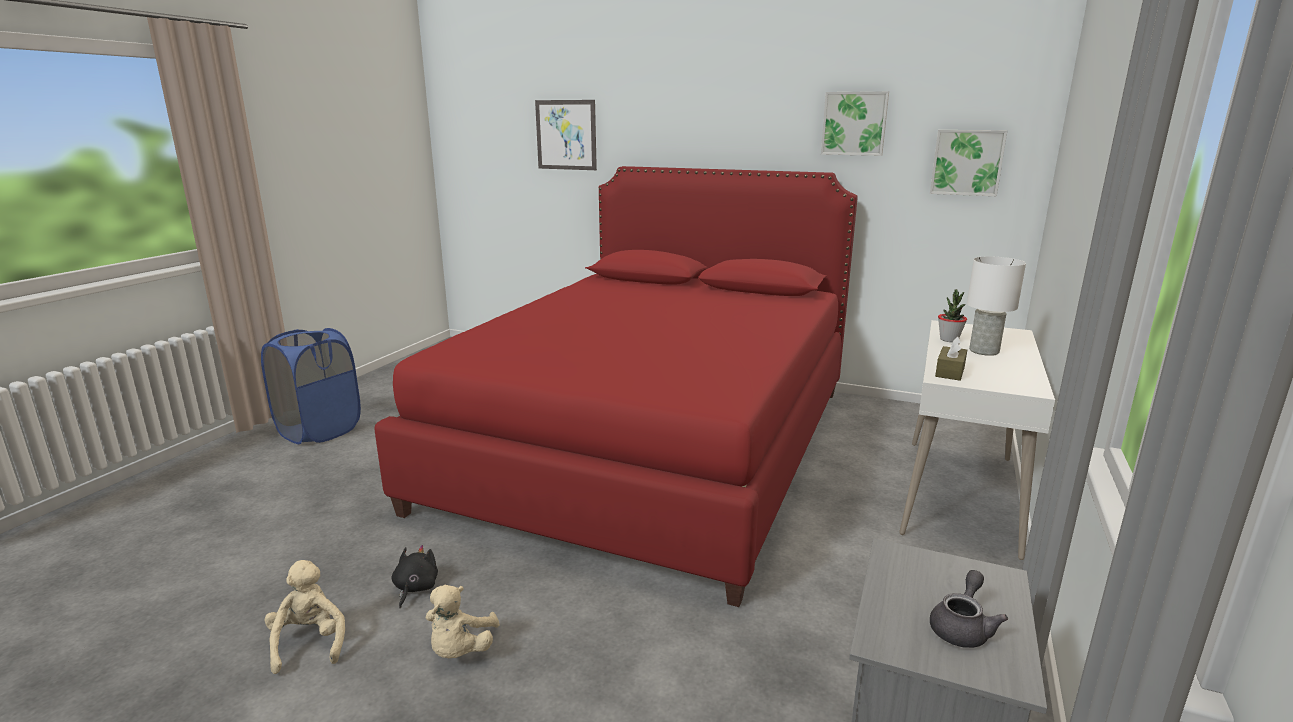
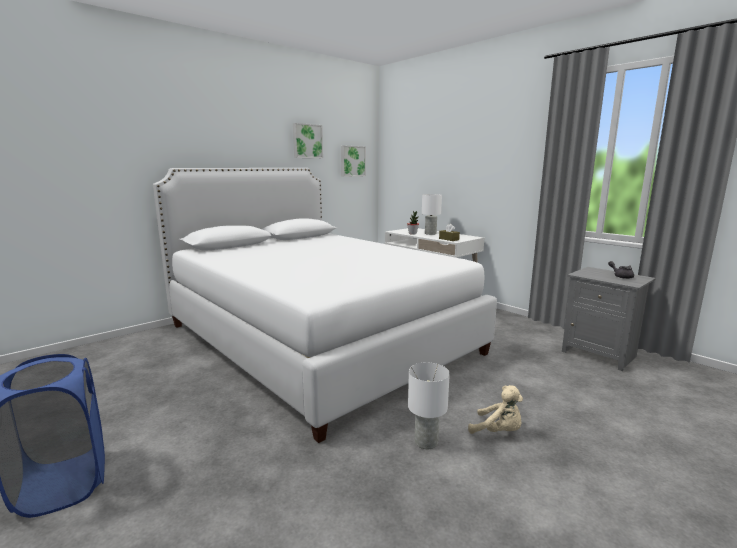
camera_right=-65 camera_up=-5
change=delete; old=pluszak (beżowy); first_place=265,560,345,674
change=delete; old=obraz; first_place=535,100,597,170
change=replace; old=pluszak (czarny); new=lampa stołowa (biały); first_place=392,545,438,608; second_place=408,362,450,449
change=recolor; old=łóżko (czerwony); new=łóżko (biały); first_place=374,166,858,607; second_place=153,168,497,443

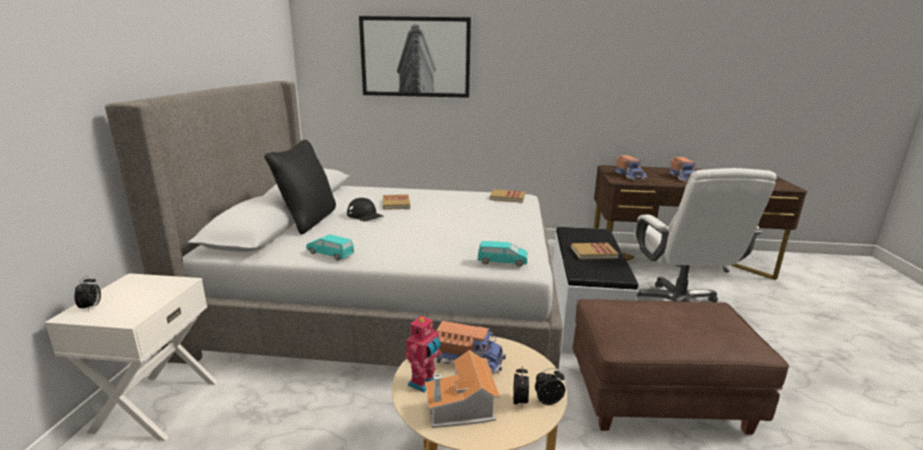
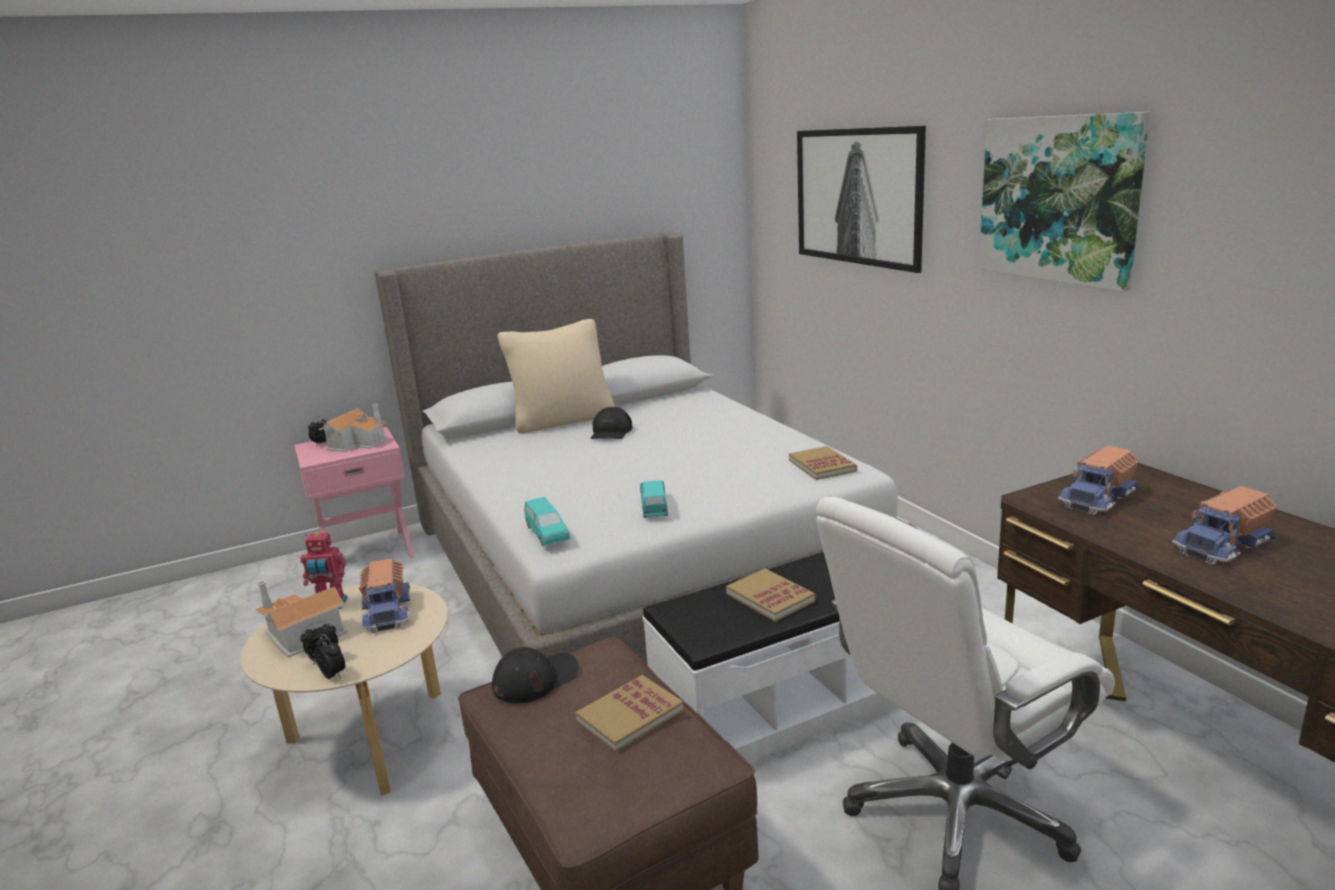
camera_right=60 camera_up=0
change=insert; new=domek; second_place=318,404,388,452
change=insert; new=czapka z daszkiem (czarny); second_place=492,647,579,704
change=insert; new=obraz; second_place=979,112,1150,291
change=move; old=samochodzik (turkusowy); first_place=306,234,354,261; second_place=640,480,668,518
change=move; old=książka; first_place=383,194,410,210; second_place=575,675,684,752
change=recolor; old=szafka nocna (biały); new=szafka nocna (różowy); first_place=45,273,218,441; second_place=294,427,414,558
change=recolor; old=poduszka (czarny); new=poduszka (beżowy); first_place=264,140,336,234; second_place=497,319,615,434

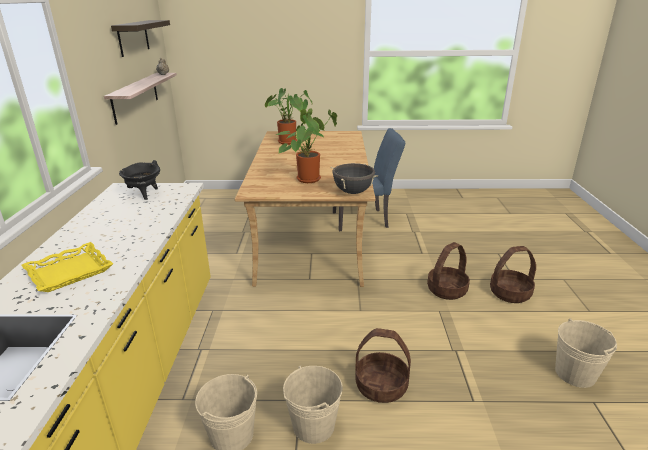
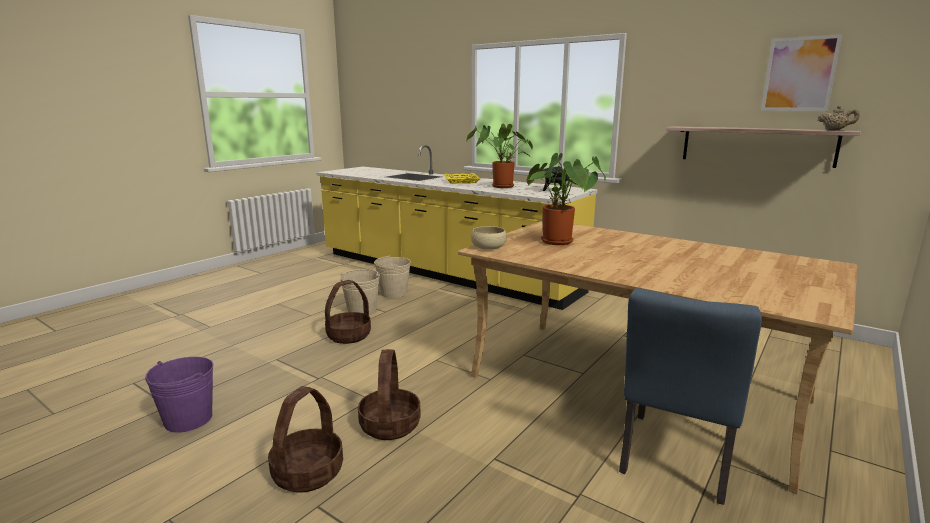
camera_right=125 camera_up=-10
change=move; old=roślina doniczkowa; first_place=265,88,312,145; second_place=466,124,533,188
change=replace; old=półka; new=obraz; first_place=111,20,170,57; second_place=761,34,842,111
change=replace; old=garnek (czarny); new=miska (beżowy); first_place=330,163,378,194; second_place=471,226,507,250
change=recolor; old=wiadro (beżowy); new=wiadro (fioletowy); first_place=555,318,617,388; second_place=145,357,213,433

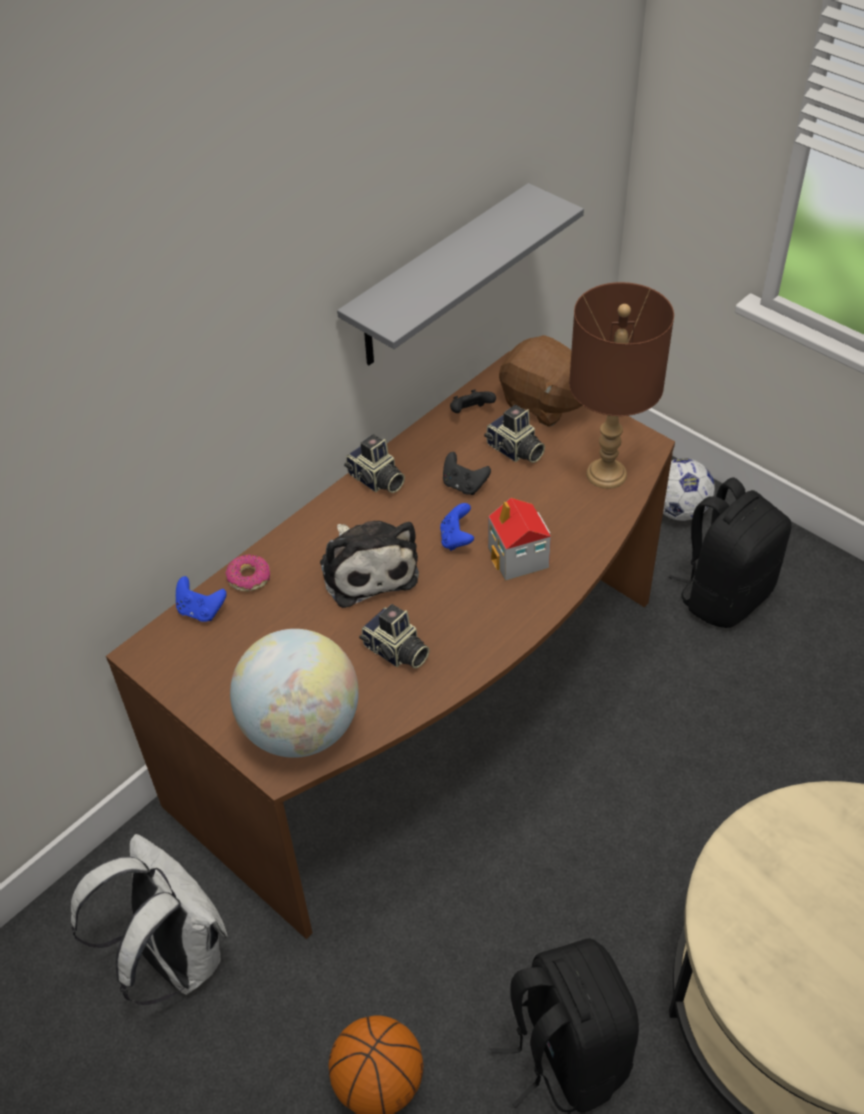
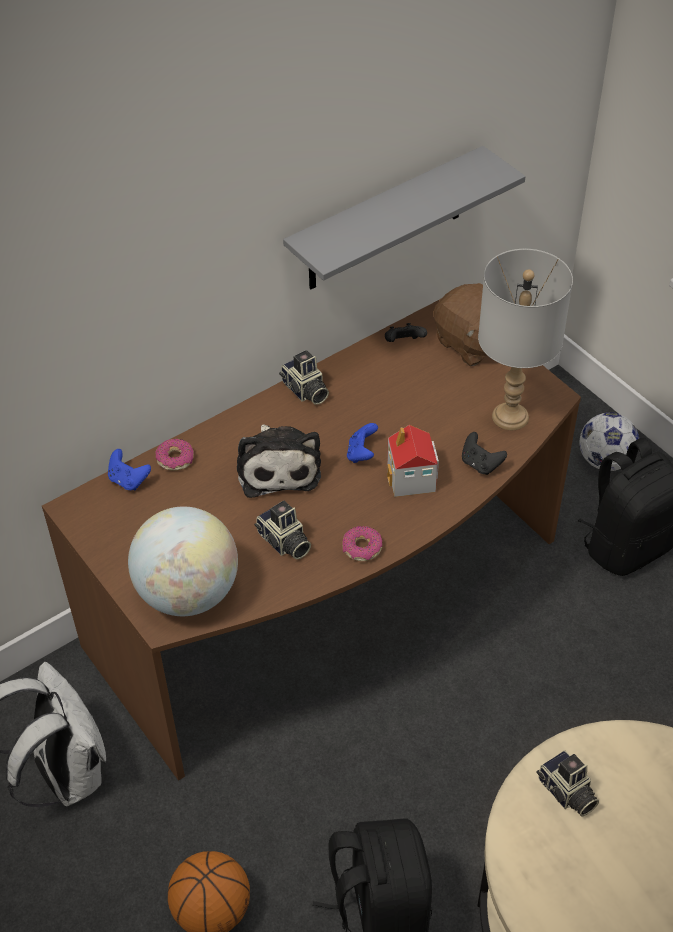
camera_right=10 camera_up=0
change=insert; new=donut; second_place=342,526,382,561
change=move; old=pad do gier (czarny); first_place=443,452,491,495; second_place=462,432,507,475
change=move; old=aparat fotograficzny; first_place=484,405,545,463; second_place=536,750,599,817
change=recolor; old=lampa stołowa (brązowy); new=lampa stołowa (szary); first_place=569,282,674,489; second_place=478,249,573,430

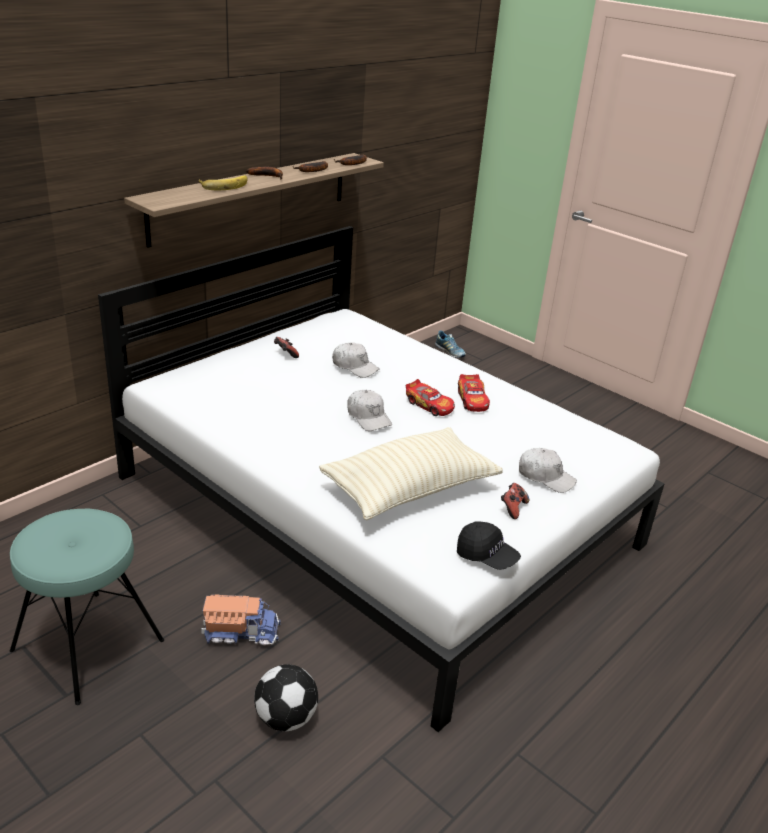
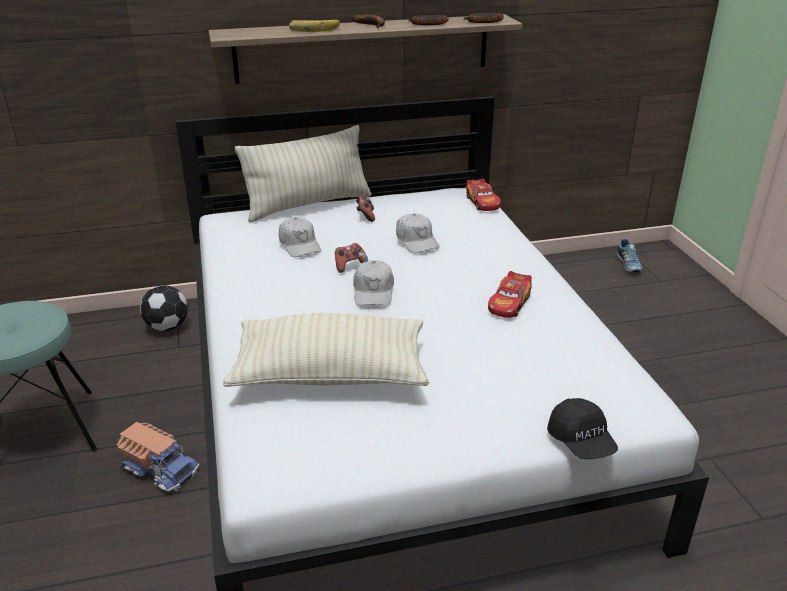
camera_right=35 camera_up=0
change=insert; new=poduszka (beżowy); second_place=235,125,372,222
change=move; old=piłka futbolowa; first_place=254,664,318,732; second_place=140,285,188,331
change=move; old=samochodzik; first_place=406,379,455,416; second_place=466,178,501,211
change=move; old=czapka z daszkiem (czarny); first_place=457,522,521,570; second_place=547,398,618,459
change=move; old=pad do gier; first_place=501,483,529,519; second_place=335,243,368,273
change=move; old=czapka z daszkiem (biały); first_place=519,448,577,493; second_place=279,217,321,257

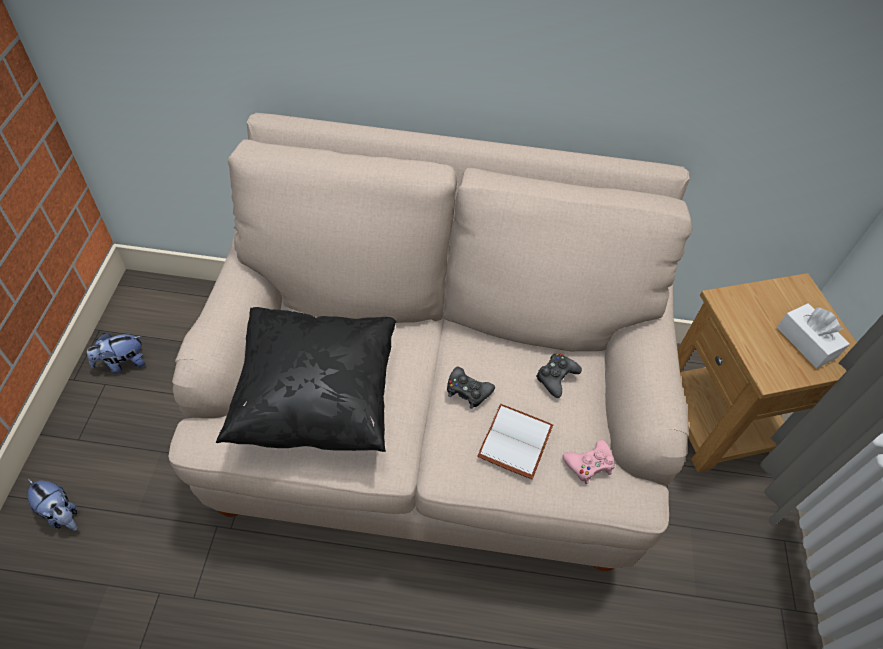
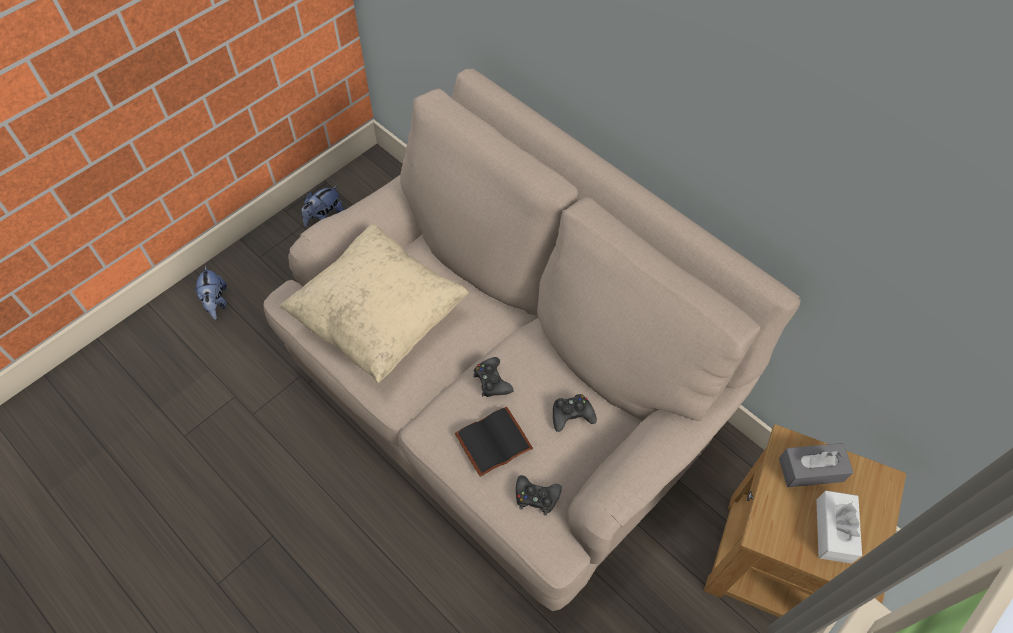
camera_right=40 camera_up=5
change=insert; new=pudełko chusteczek (szary); second_place=779,443,853,487
change=recolor; old=poduszka (czarny); new=poduszka (beżowy); first_place=216,307,396,452; second_place=279,223,469,383
change=recolor; old=książka (biały); new=książka (czarny); first_place=478,404,553,479; second_place=455,406,533,477
change=recolor; old=pad do gier (różowy); new=pad do gier (czarny); first_place=562,440,615,484; second_place=516,475,562,516
change=rotate; old=pluszak; first_place=87,333,145,373; second_place=301,185,344,227; degrees=-60

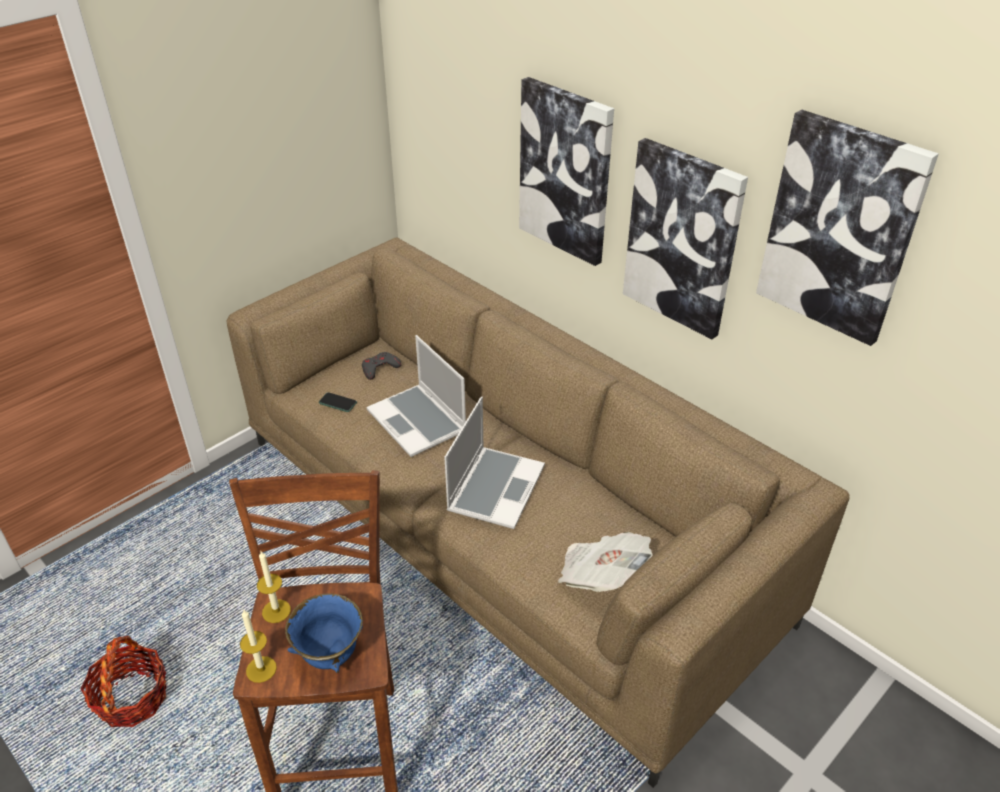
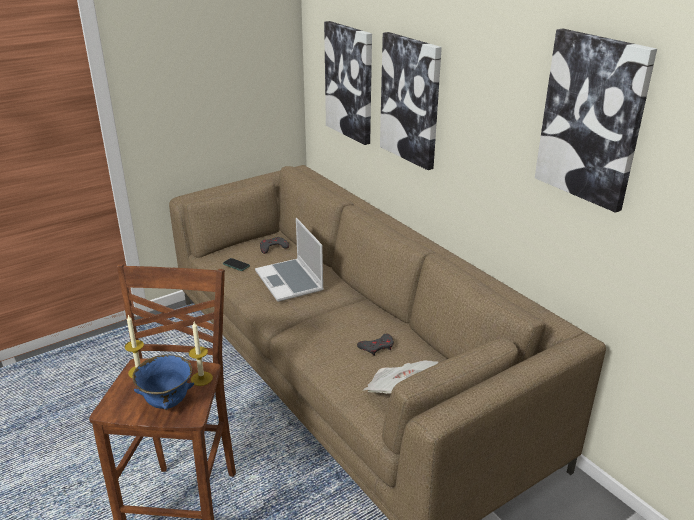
camera_right=10 camera_up=-10
change=delete; old=koszyk; first_place=81,636,167,727
change=delete; old=laptop; first_place=444,397,545,529
change=insert; new=pad do gier (szary); second_place=357,334,394,356
change=move; old=świeca; first_place=240,610,277,683; second_place=189,322,213,386
change=move; old=obraz; first_place=623,138,748,339; second_place=324,21,372,145

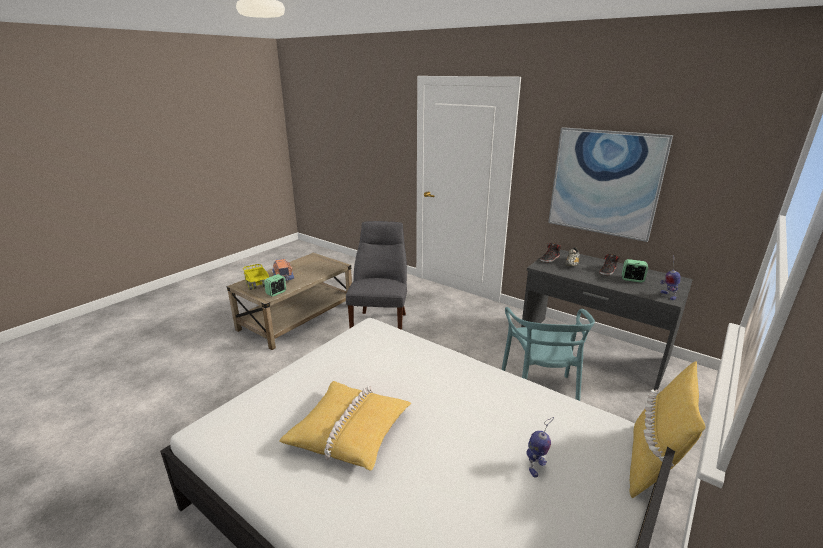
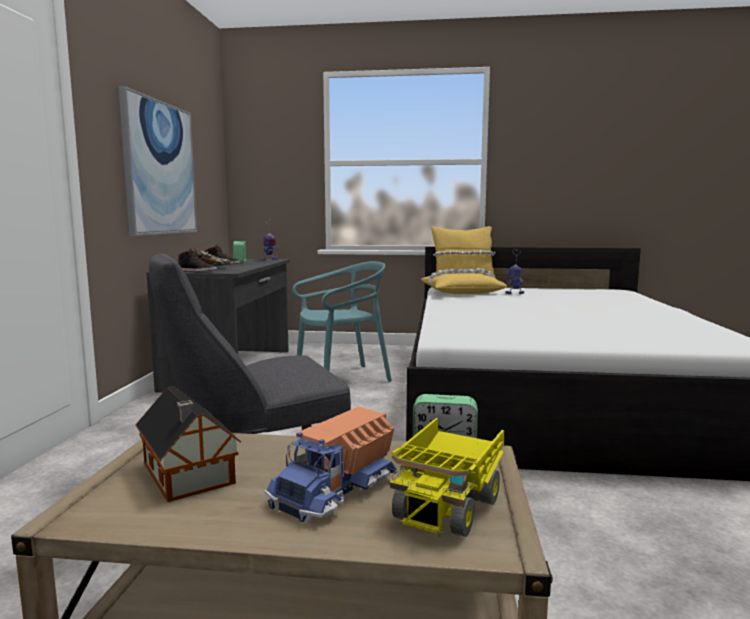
camera_right=-120 camera_up=-15
change=insert; new=domek; second_place=136,386,241,502
change=move; old=poduszka (żółty); first_place=279,381,411,471; second_place=421,268,507,294

